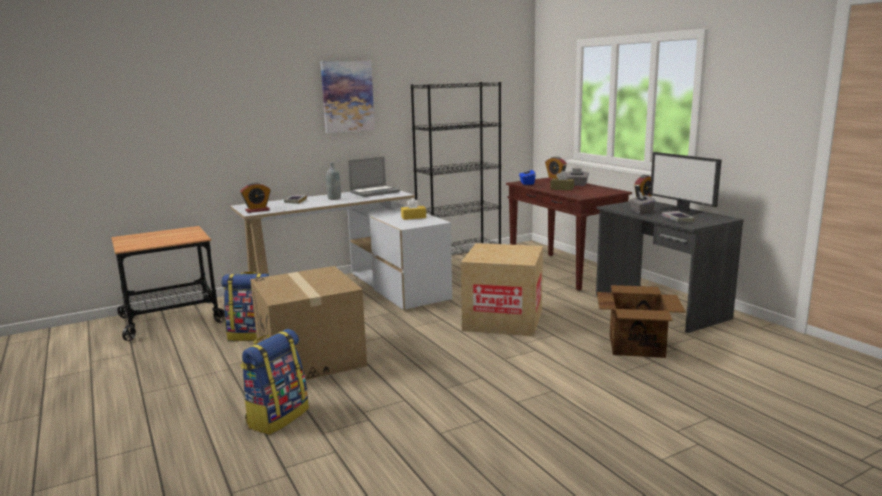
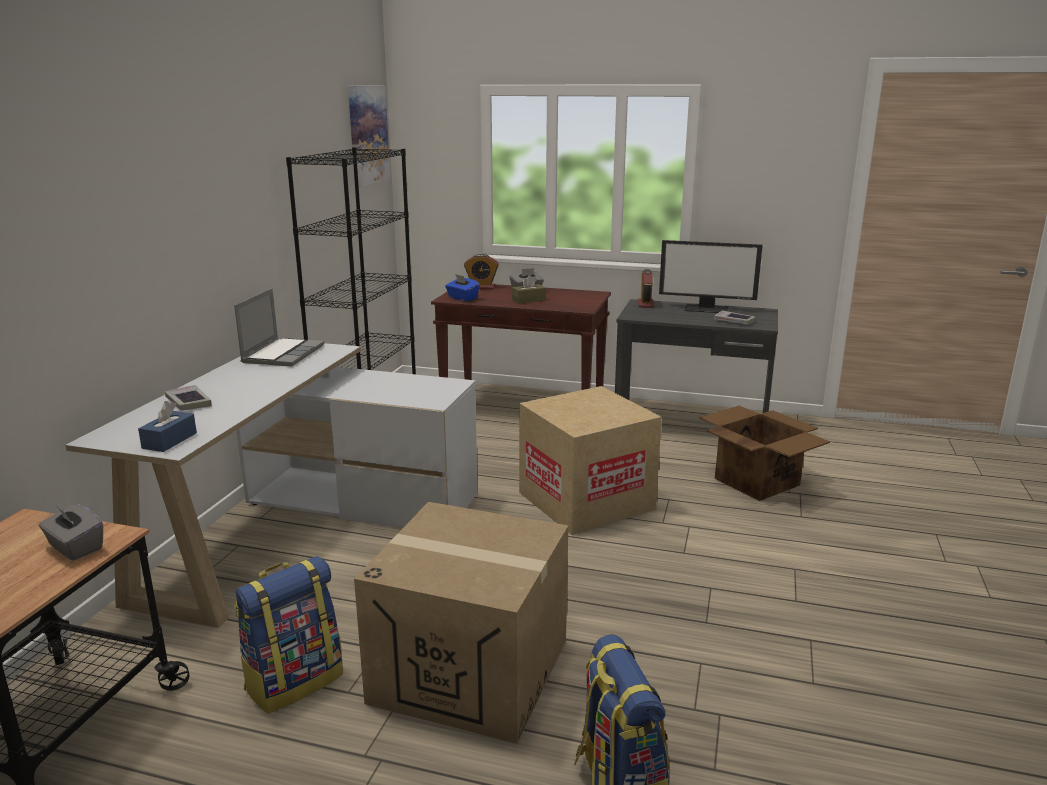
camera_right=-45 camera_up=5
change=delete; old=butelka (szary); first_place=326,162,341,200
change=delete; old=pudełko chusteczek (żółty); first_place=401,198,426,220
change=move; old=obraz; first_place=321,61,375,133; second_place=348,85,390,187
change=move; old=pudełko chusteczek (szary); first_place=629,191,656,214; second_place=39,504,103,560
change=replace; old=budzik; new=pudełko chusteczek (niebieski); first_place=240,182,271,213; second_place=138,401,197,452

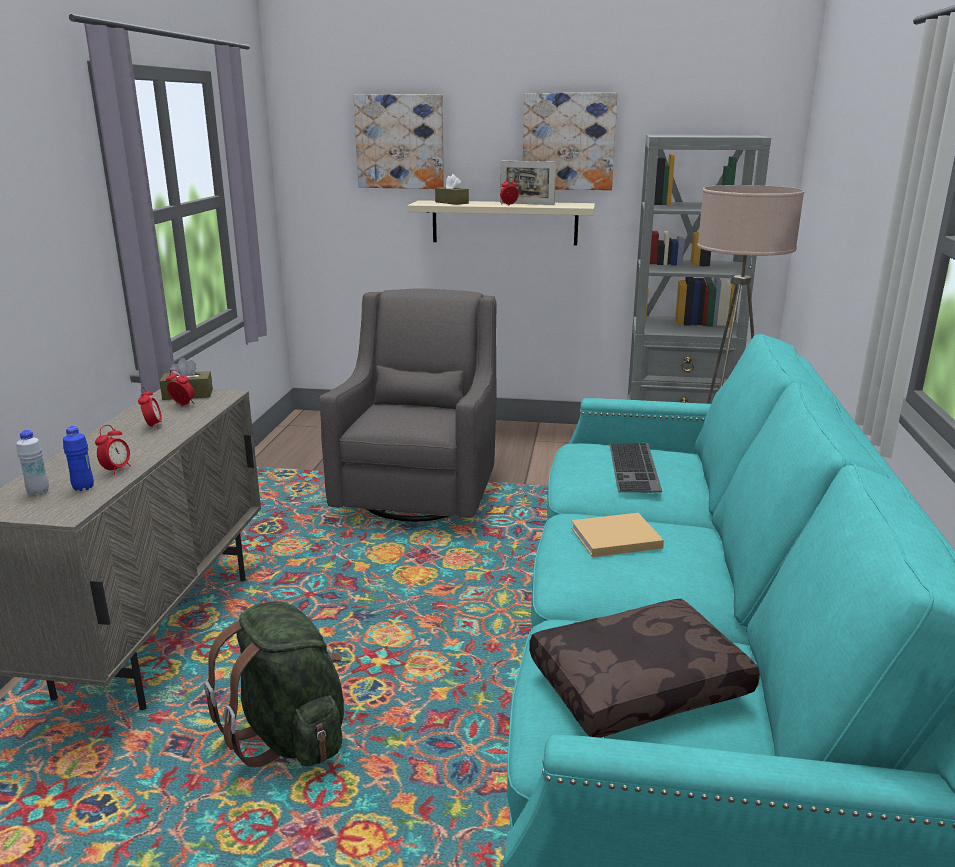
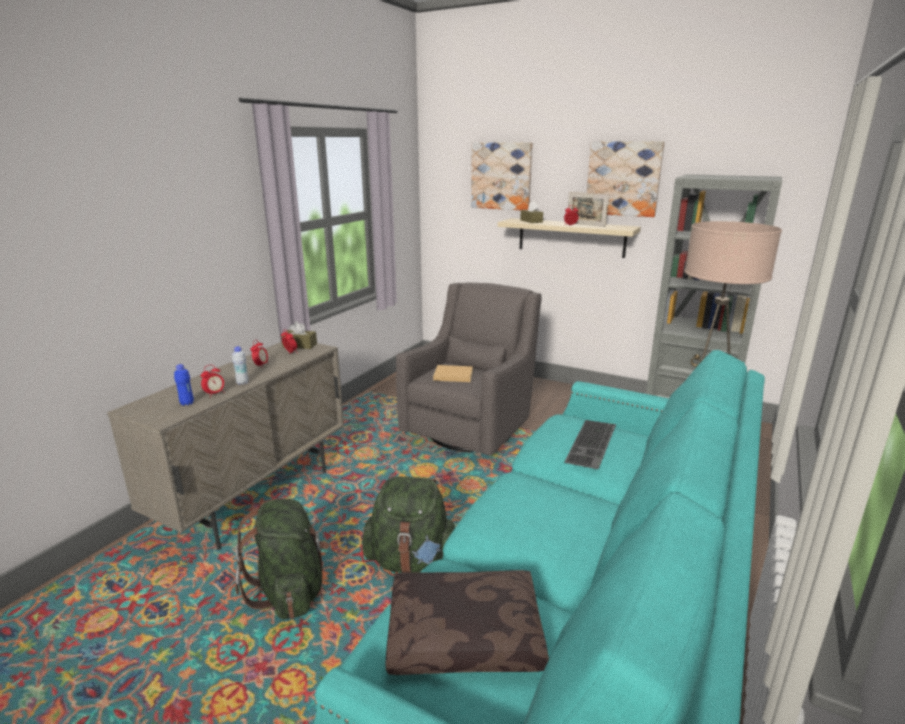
camera_right=20 camera_up=0
change=insert; new=plecak (zielony); second_place=362,476,455,573
change=move; old=butelka (biały); first_place=16,430,49,496; second_place=232,346,249,385
change=move; old=książka (beżowy); first_place=571,513,664,557; second_place=433,365,473,382

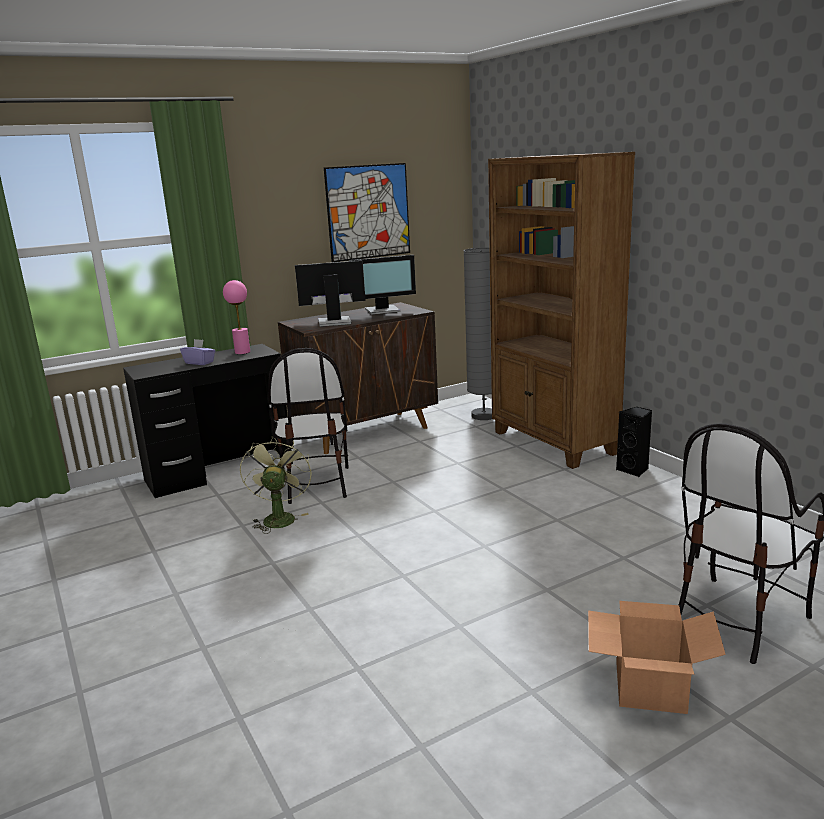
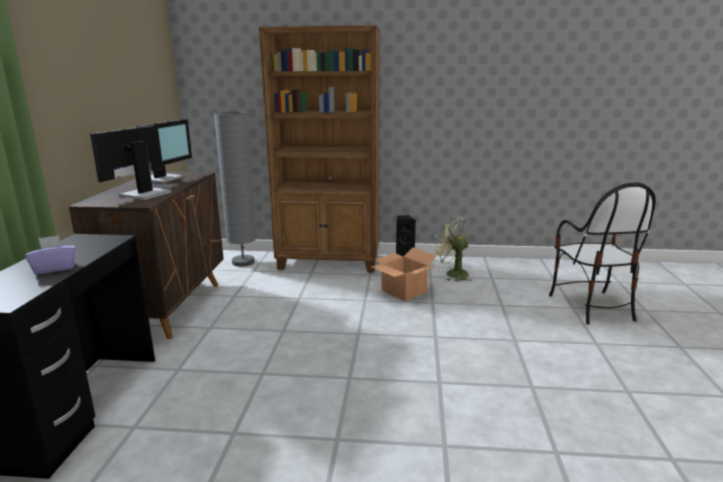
camera_right=-55 camera_up=0
change=delete; old=lampa stołowa (różowy); first_place=223,280,250,354
change=delete; old=krzesło; first_place=268,348,349,504
change=delete; old=obraz; first_place=324,163,410,262
change=move; old=wentylator (zielony); first_place=240,436,312,534; second_place=432,216,472,282
change=move; old=karton; first_place=588,601,726,714; second_place=371,248,437,301

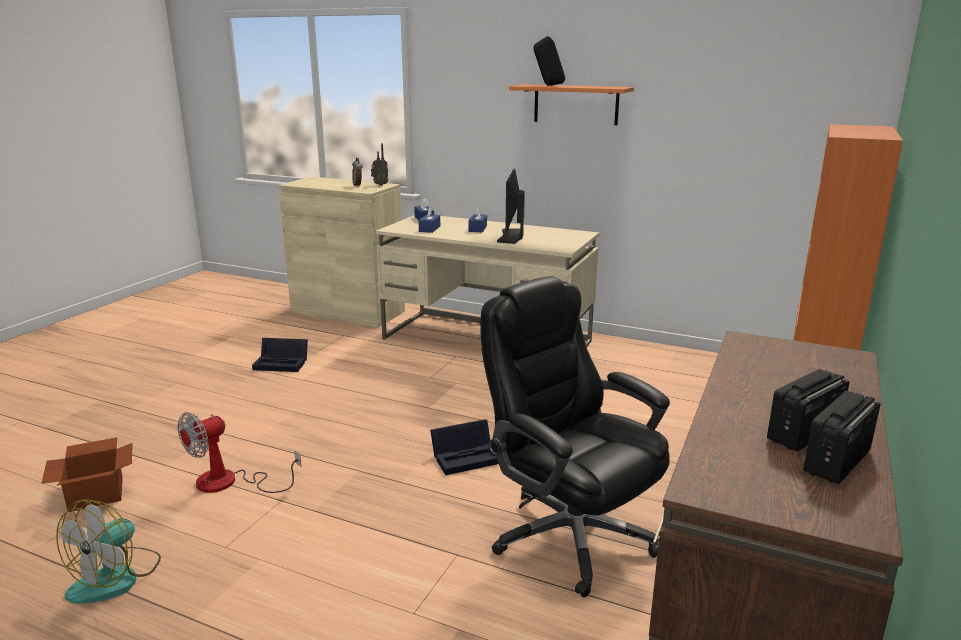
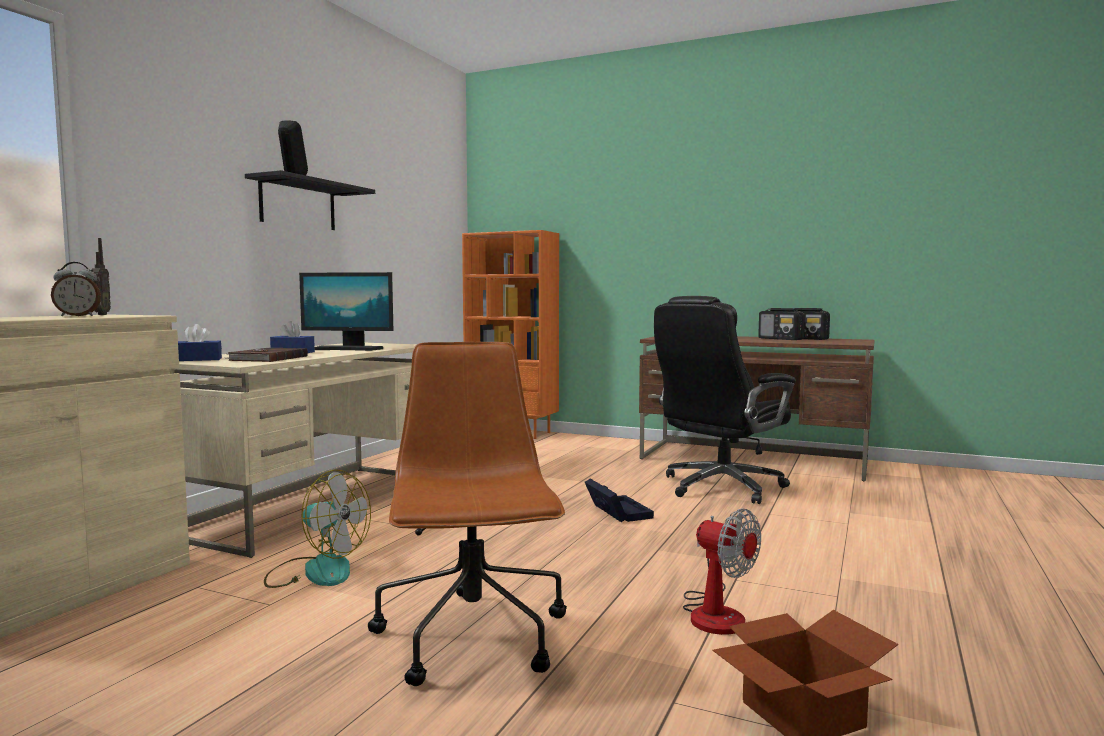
camera_right=-90 camera_up=-15
change=delete; old=pojemnik do przechowywania (czarny); first_place=252,338,308,372
change=insert; new=krzesło biurowe (brązowy); second_place=368,342,567,686
change=move; old=wentylator; first_place=56,499,161,603; second_place=264,469,371,588
change=replace; old=pudełko chusteczek (niebieski); new=książka (brązowy); first_place=418,206,440,233; second_place=227,348,308,362
change=recolor; old=półka (pomarańczowy); new=półka (czarny); first_place=509,84,634,125; second_place=245,170,375,230

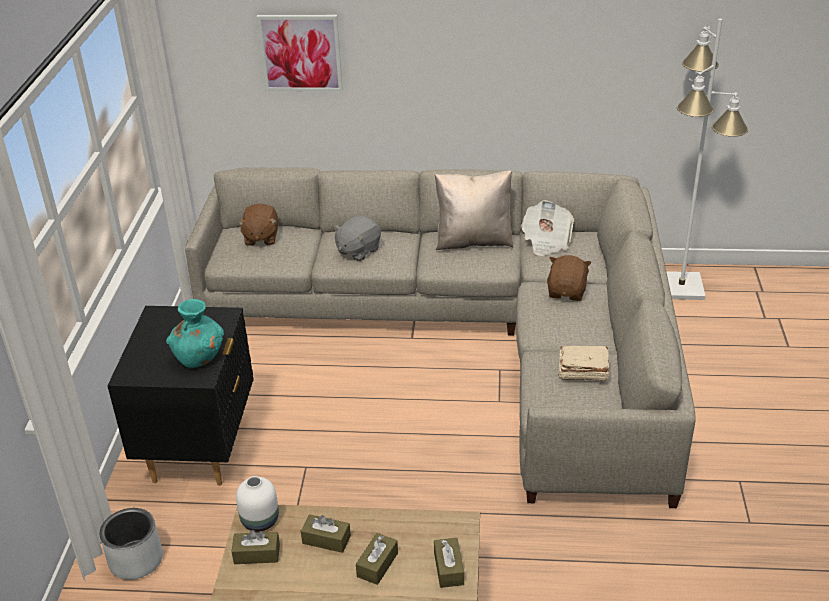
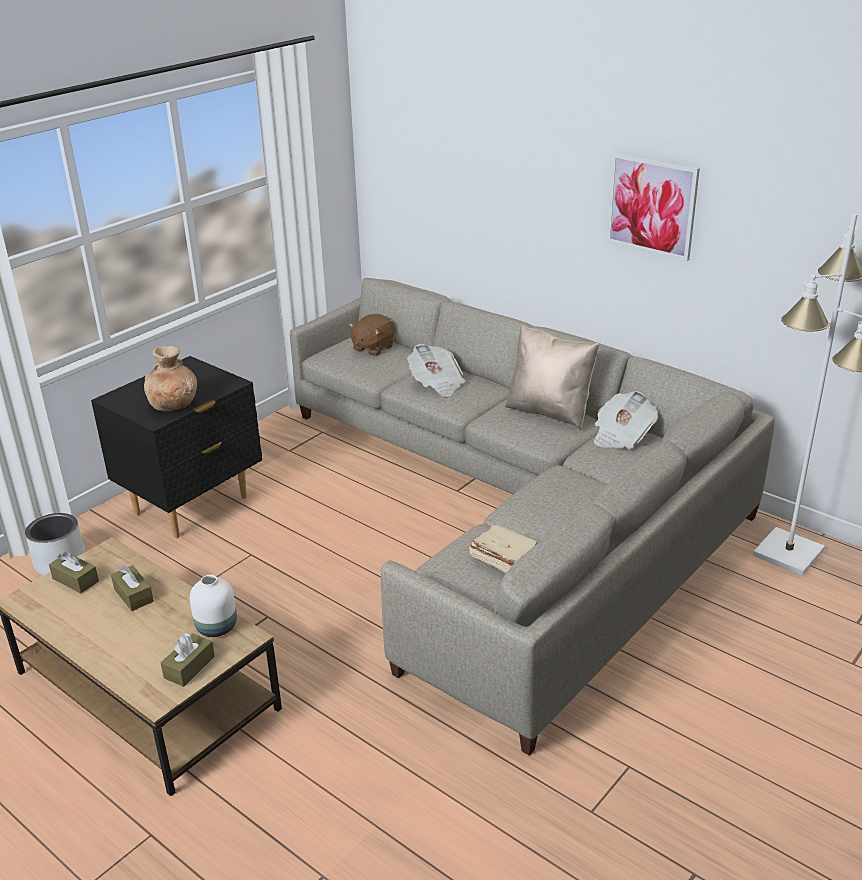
camera_right=35 camera_up=-5
change=delete; old=pudełko chusteczek (brązowy); first_place=356,533,398,585
change=delete; old=pluszak (brązowy); first_place=547,255,592,301
change=move; old=wazon (biały); first_place=236,476,279,532; second_place=190,575,237,637
change=move; old=obraz; first_place=256,15,343,91; second_place=607,153,700,261
change=replace; old=pluszak (szary); new=gazeta; first_place=333,216,381,261; second_place=407,344,465,397
change=recolor; old=wazon (turkusowy); new=wazon (brązowy); first_place=166,299,224,368; second_place=144,346,197,411

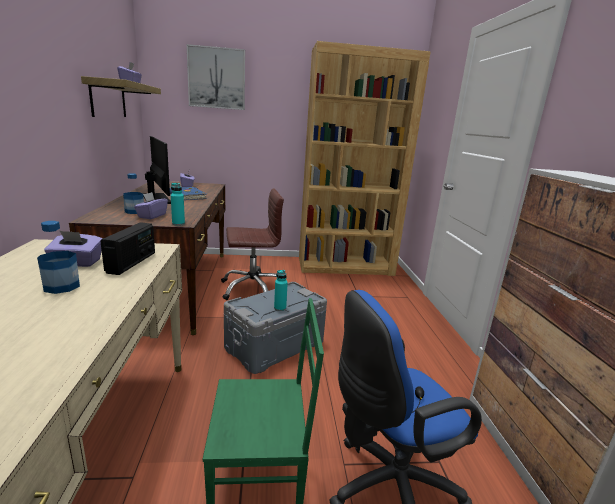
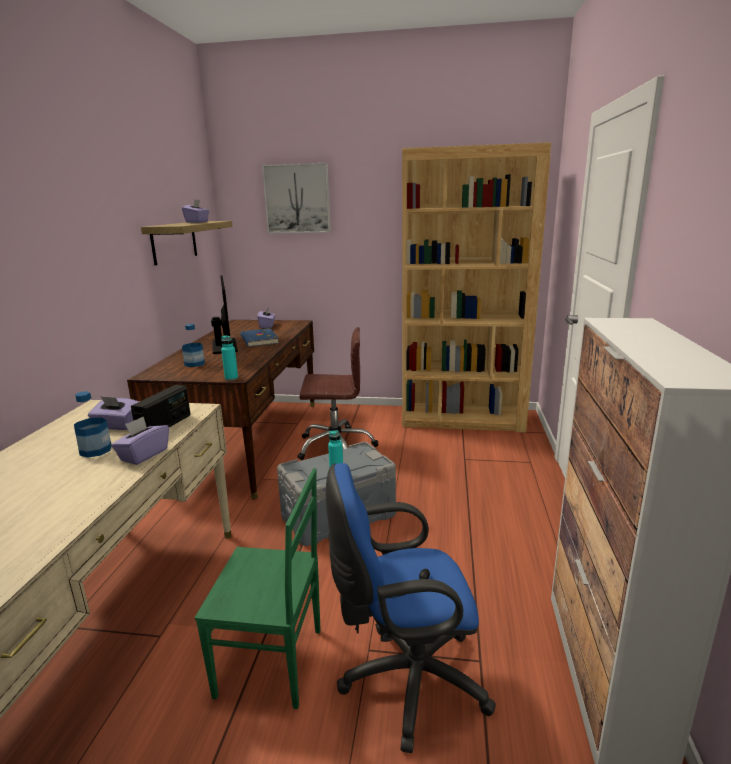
camera_right=15 camera_up=0
change=move; old=pudełko chusteczek (fioletowy); first_place=134,192,168,219; second_place=111,417,169,465

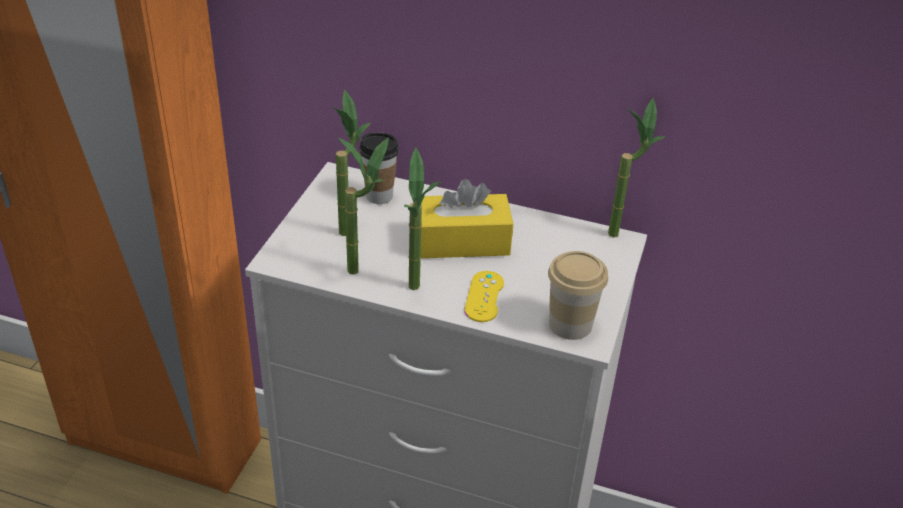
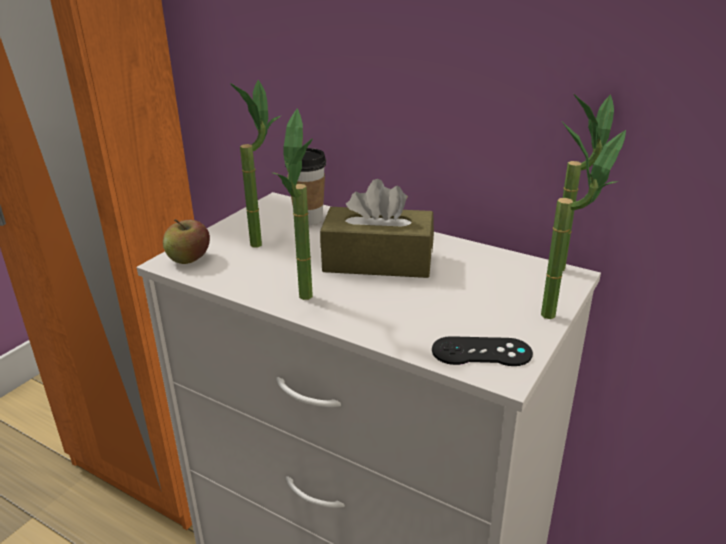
camera_right=15 camera_up=-10
change=delete; old=pad do gier (żółty); first_place=464,271,504,322
change=insert; new=jabłko; second_place=163,219,210,264
change=move; old=roślina doniczkowa; first_place=338,137,389,275; second_place=541,121,626,319
change=replace; old=filiżanka; new=pad do gier (czarny); first_place=548,251,608,340; second_place=432,336,533,366
change=recolor; old=pudełko chusteczek (żółty); new=pudełko chusteczek (brązowy); first_place=421,179,513,258; second_place=320,179,434,278

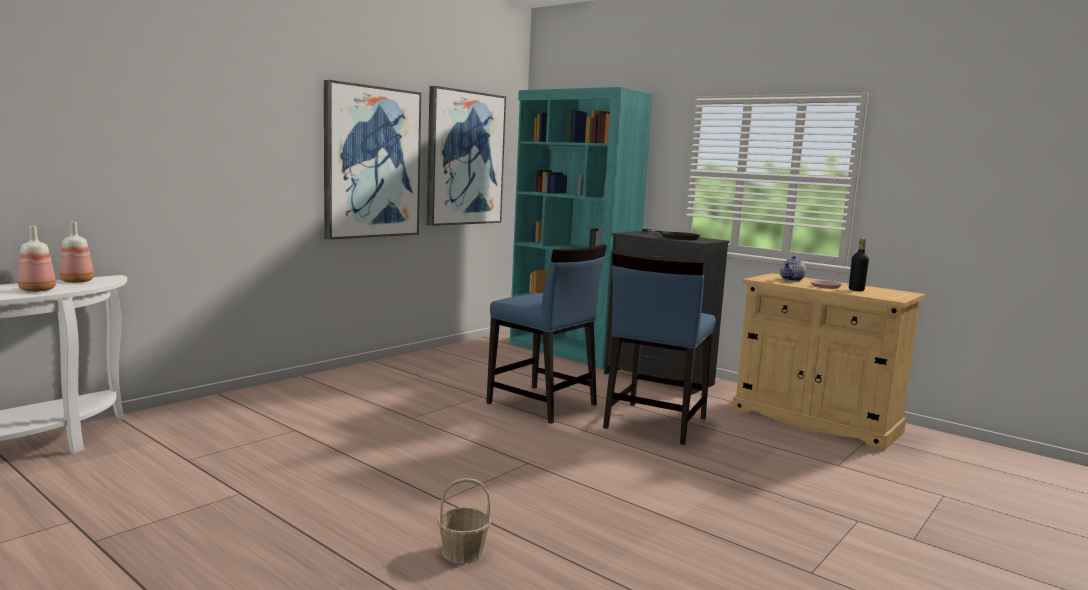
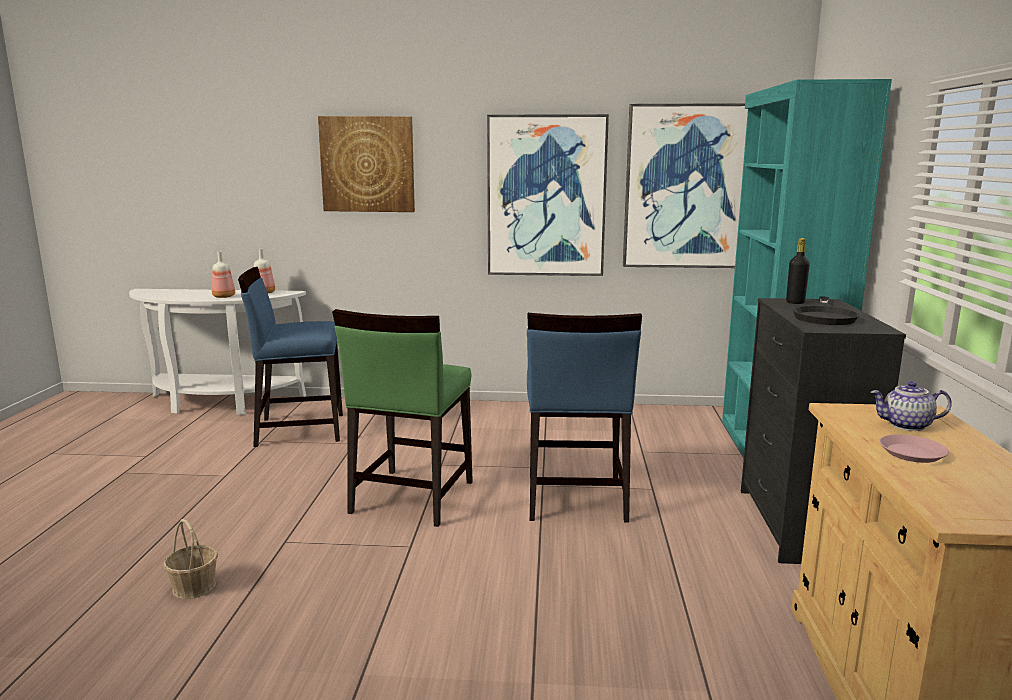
camera_right=55 camera_up=5
change=insert; new=obraz; second_place=318,116,415,212
change=insert; new=krzesło (zielony); second_place=332,309,473,527
change=move; old=krzesło (niebieski); first_place=603,252,716,445; second_place=238,267,343,447
change=move; old=butelka (czarny); first_place=849,238,869,291; second_place=786,238,810,304

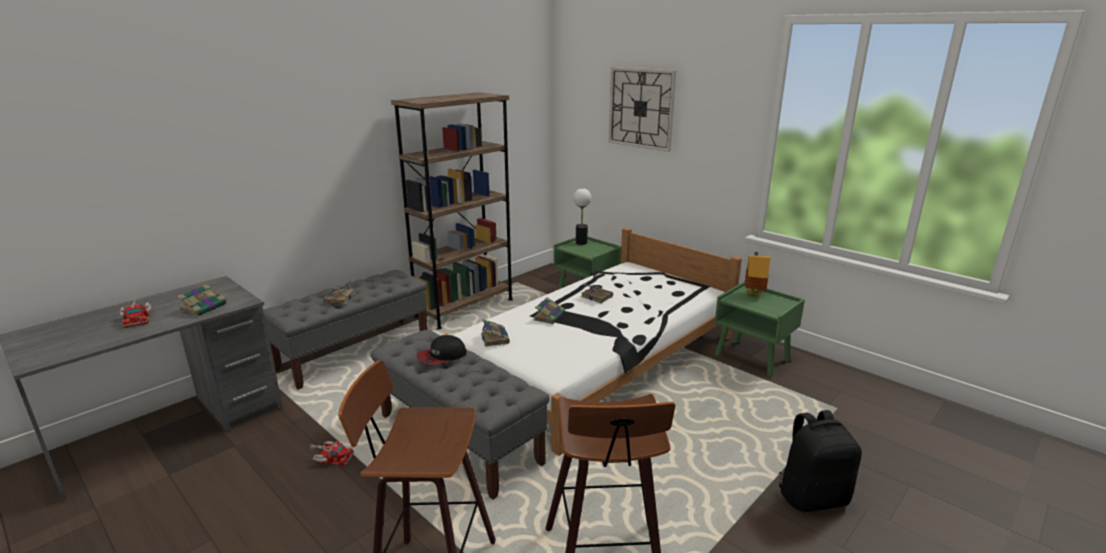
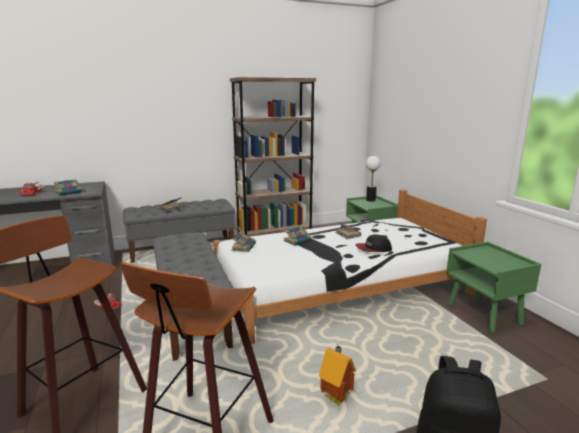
camera_right=25 camera_up=-5
change=delete; old=zegar ścienny; first_place=608,67,676,152
change=move; old=czapka z daszkiem; first_place=416,335,467,365; second_place=355,234,392,252
change=move; old=domek; first_place=745,252,770,296; second_place=319,345,356,406

